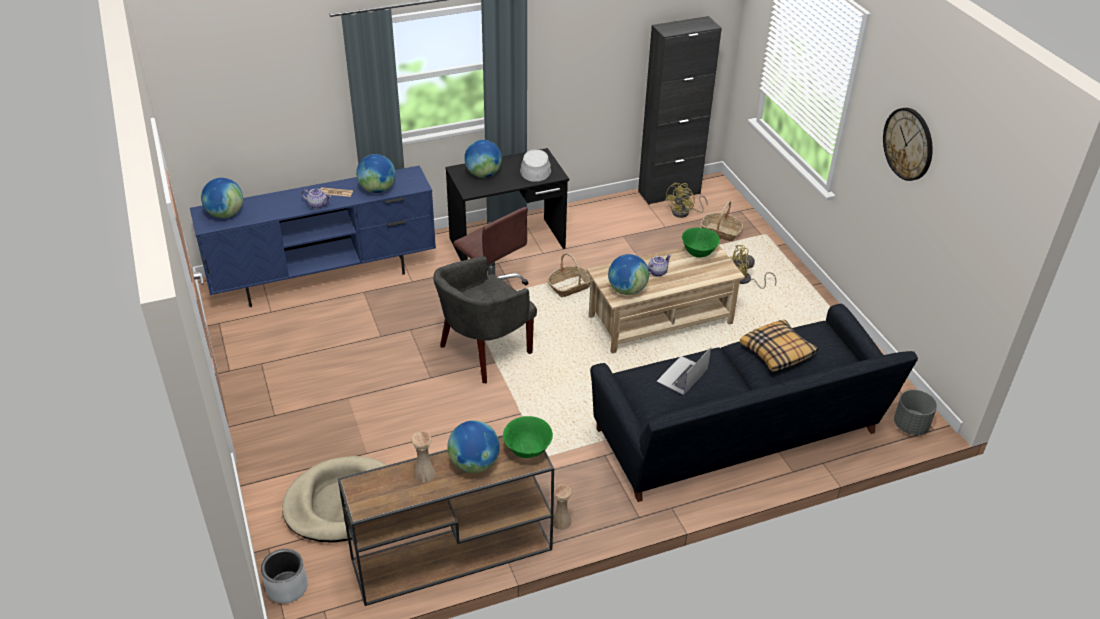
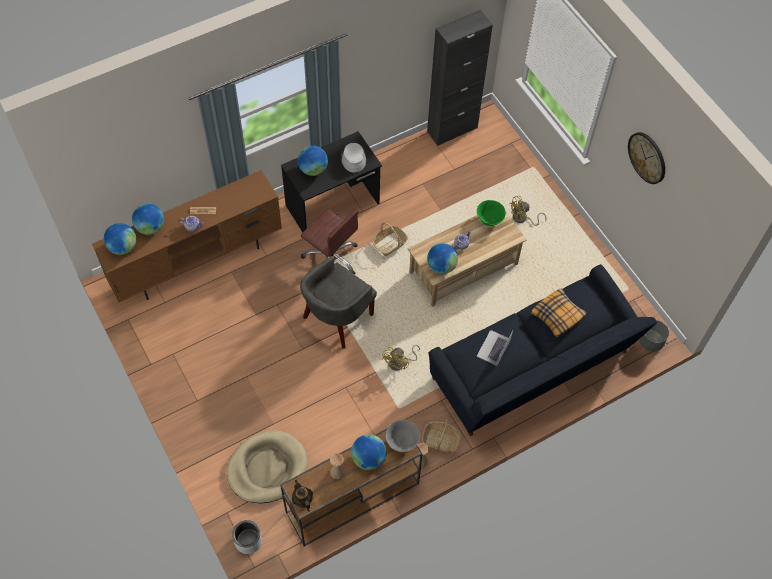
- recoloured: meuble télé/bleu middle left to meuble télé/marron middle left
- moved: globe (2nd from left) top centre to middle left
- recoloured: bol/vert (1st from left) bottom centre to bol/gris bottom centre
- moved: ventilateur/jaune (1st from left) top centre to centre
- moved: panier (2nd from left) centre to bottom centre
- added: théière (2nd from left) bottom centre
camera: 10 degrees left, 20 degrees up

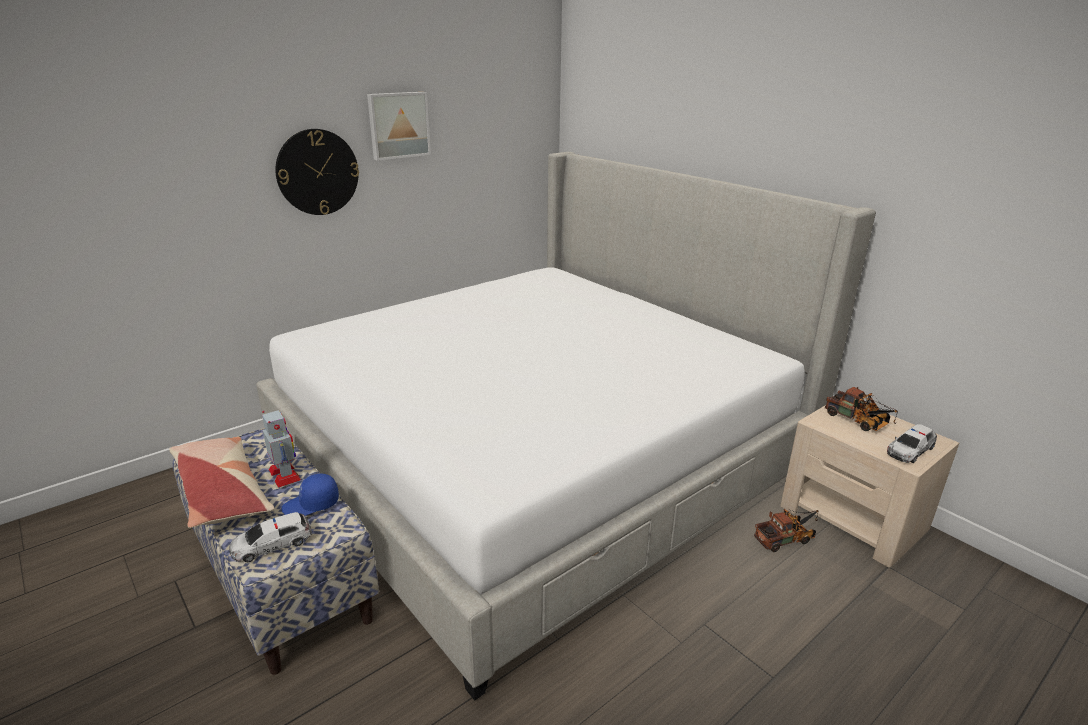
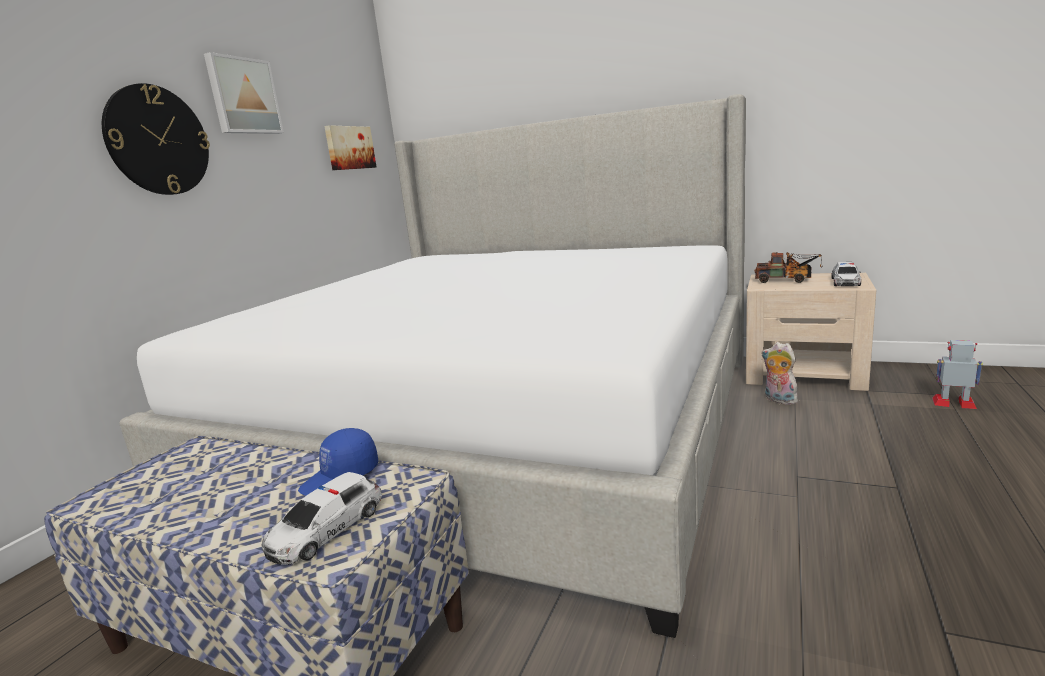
- removed: coussin middle left
- moved: robot jouet middle left to middle right
- replaced: camion jouet (1st from left) bottom right to peluche middle right
- added: tableau (2nd from left) top centre
camera: 25 degrees left, 10 degrees down

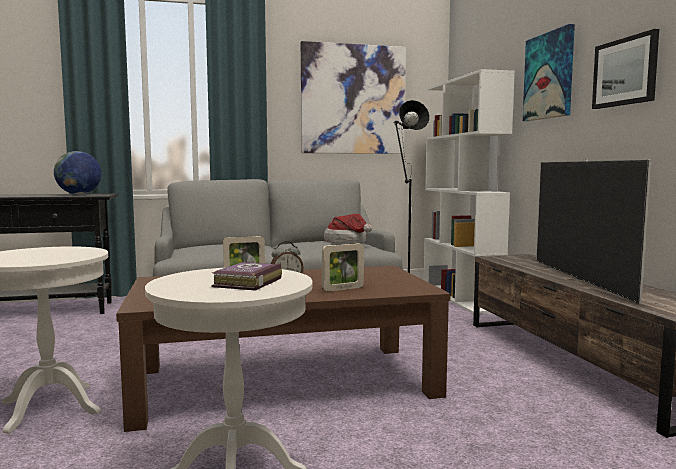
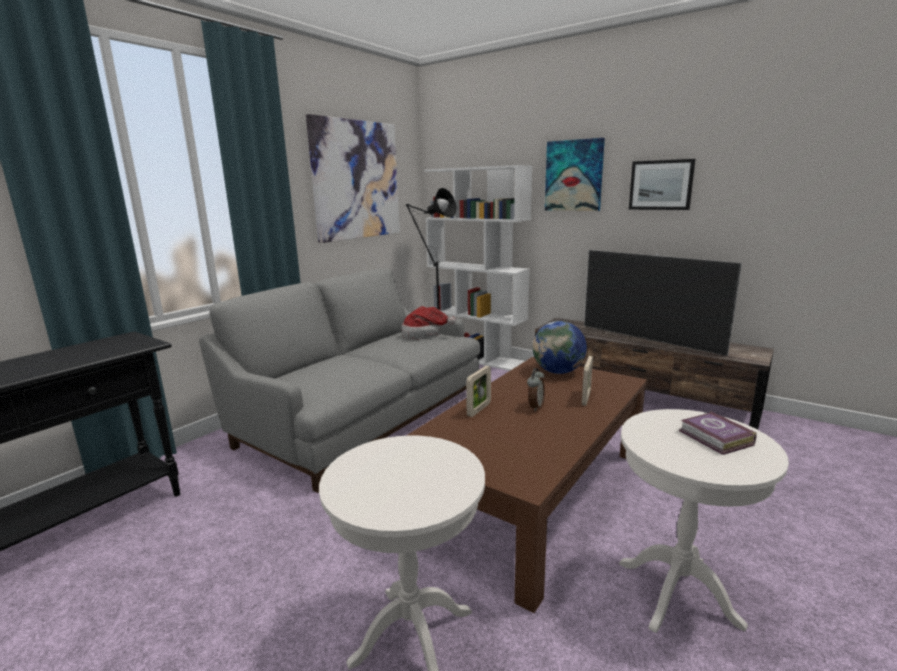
- moved: globe middle left to centre
camera: 40 degrees left, 10 degrees up

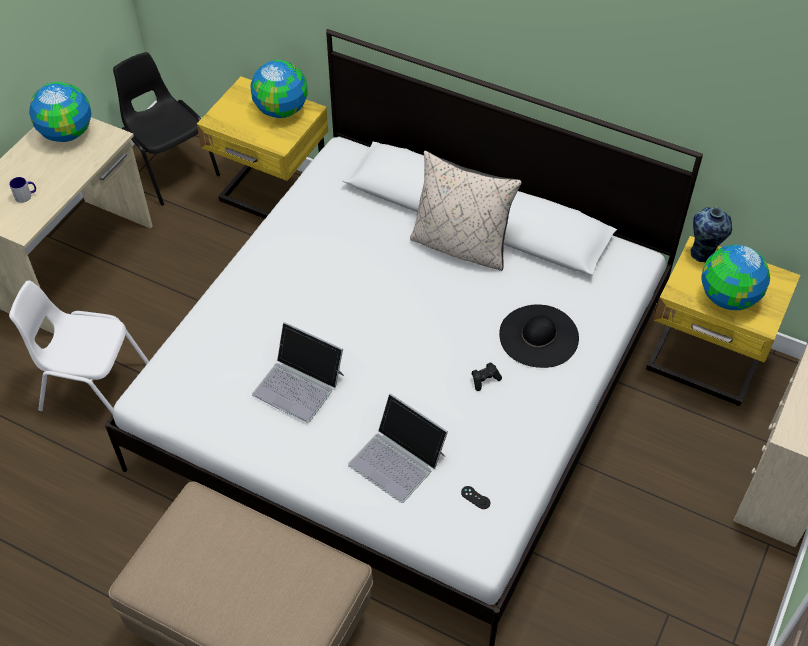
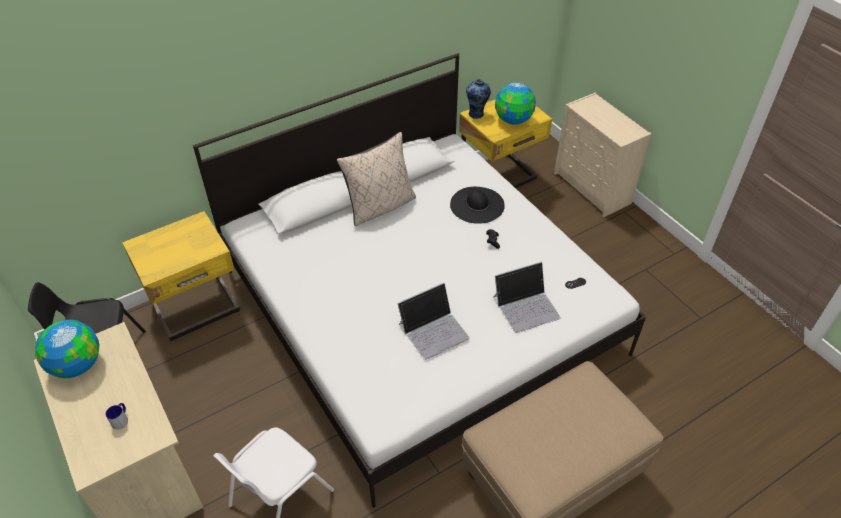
- removed: globe (2nd from left) top centre
camera: 60 degrees left, 5 degrees down

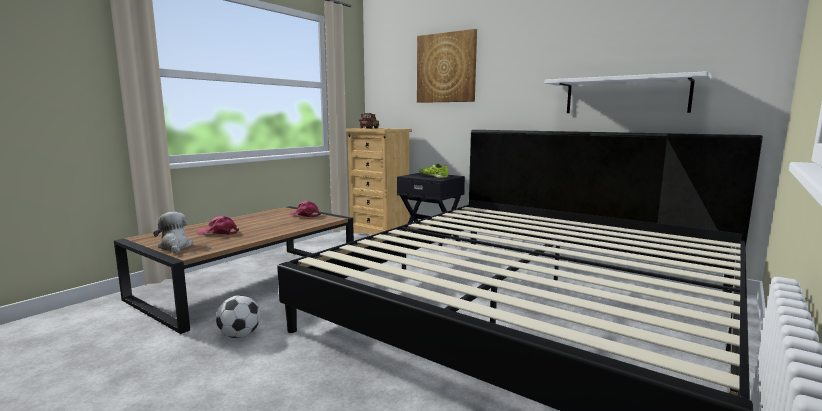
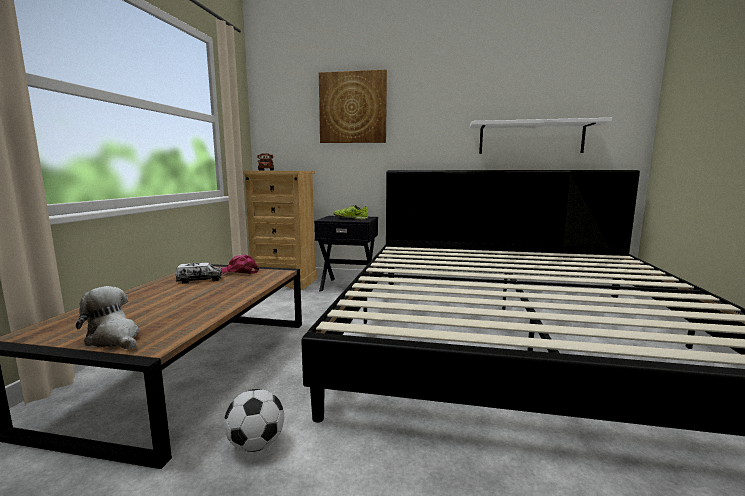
- removed: casquette/rose (1st from left) middle left
- added: camion jouet (1st from left) middle left
camera: 25 degrees left, 0 degrees up

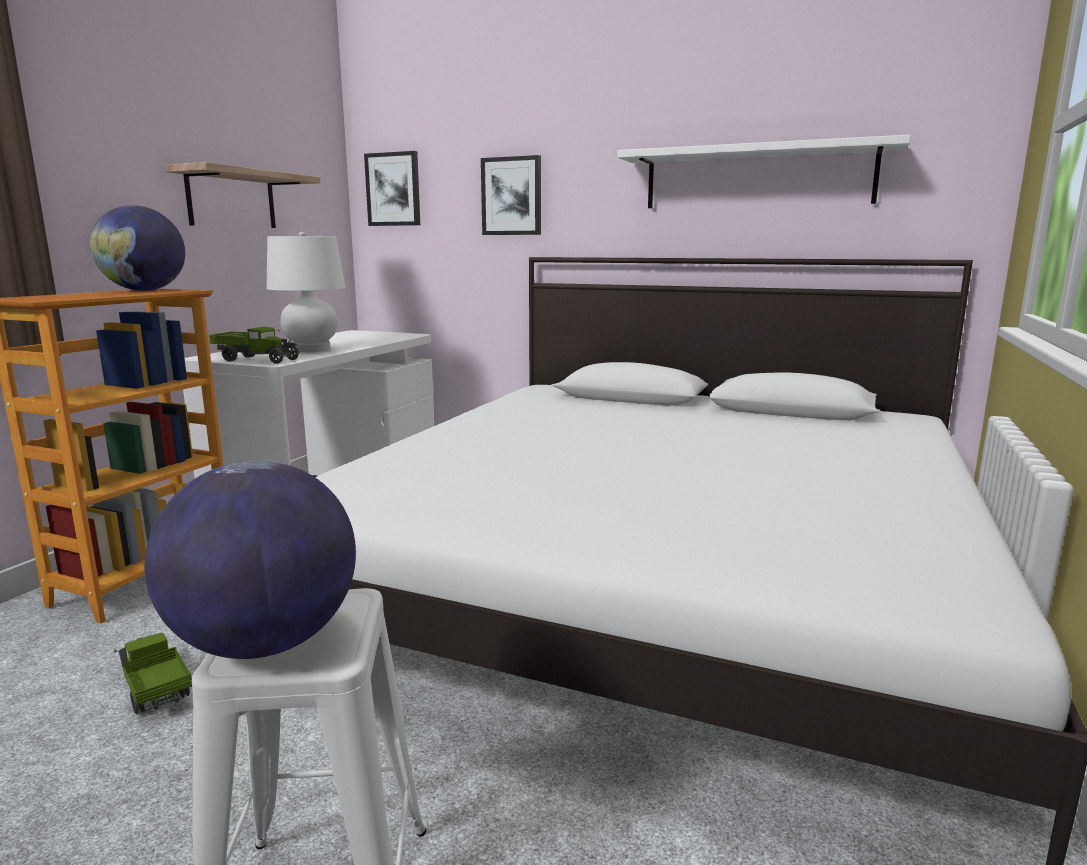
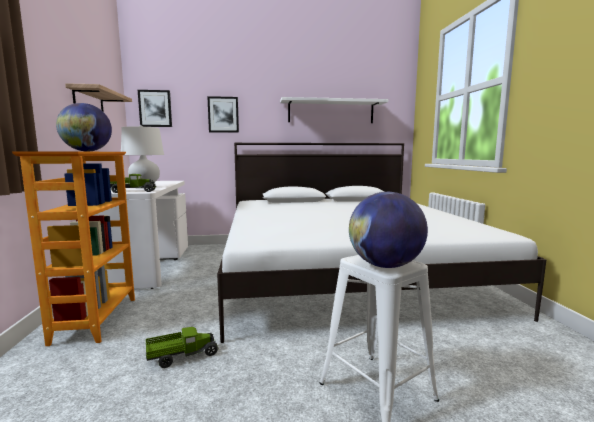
- turned: camion jouet (1st from left in the first image) bottom left = bottom left 135 degrees clockwise
camera: 30 degrees left, 5 degrees down

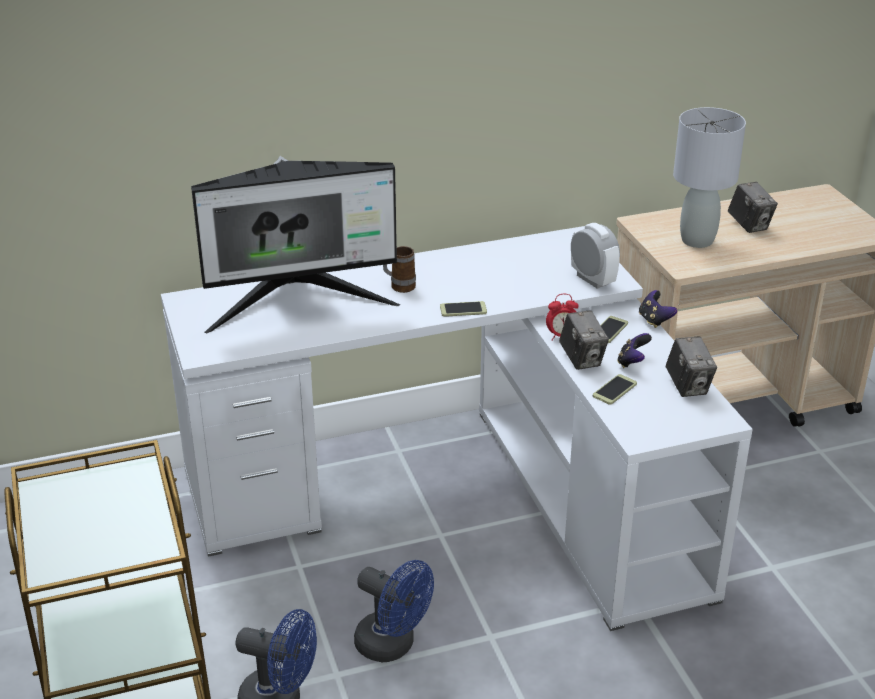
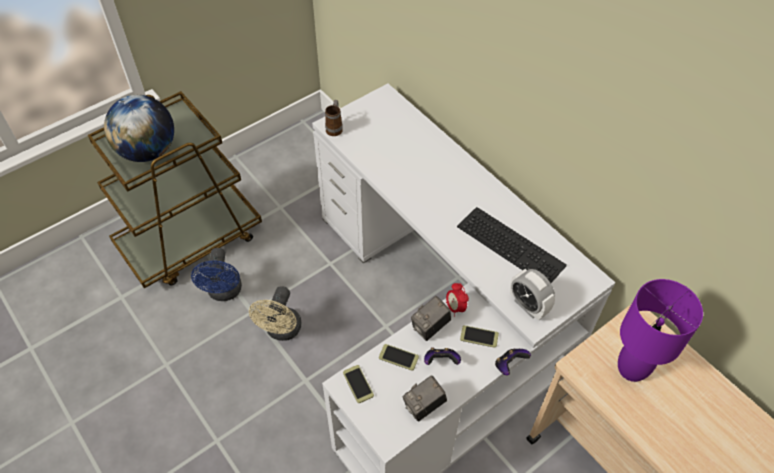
- removed: écran d'ordinateur centre
- recoloured: ventilateur/bleu (2nd from left) bottom centre to ventilateur/beige centre
- moved: mug centre to top centre
- moved: téléphone (1st from left) centre to bottom centre
- turned: réveil (2nd from left) middle right = middle right 105 degrees clockwise
- recoloured: lampe de table/gris top right to lampe de table/violet bottom right
- removed: appareil photo (3rd from left) top right
- added: globe top left
- added: clavier centre
camera: 70 degrees right, 20 degrees up

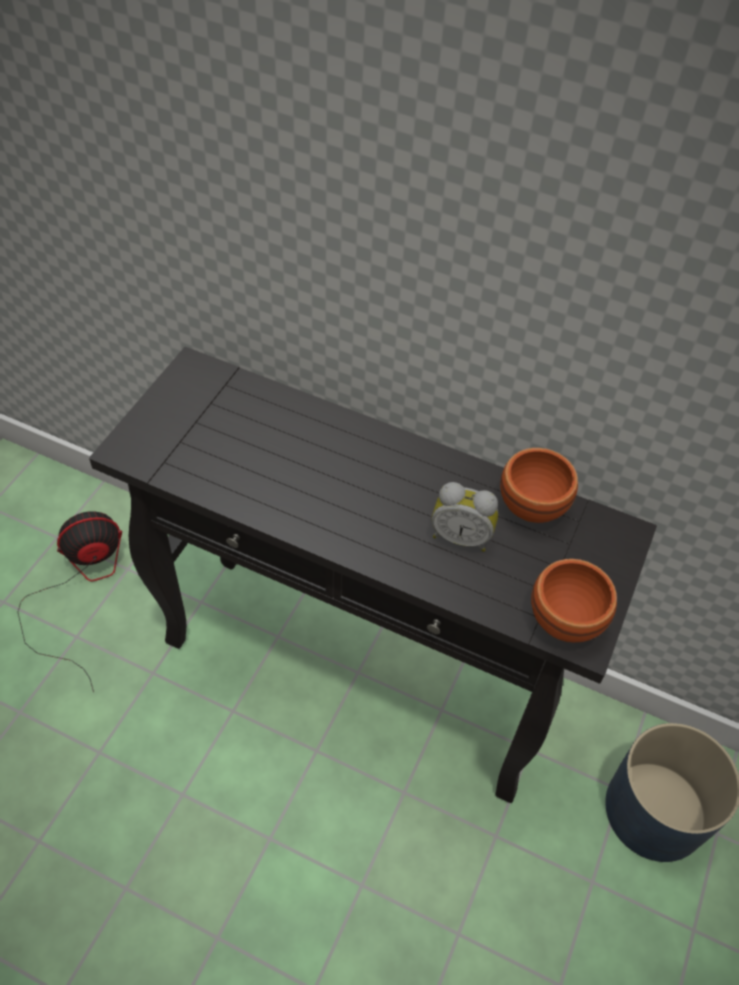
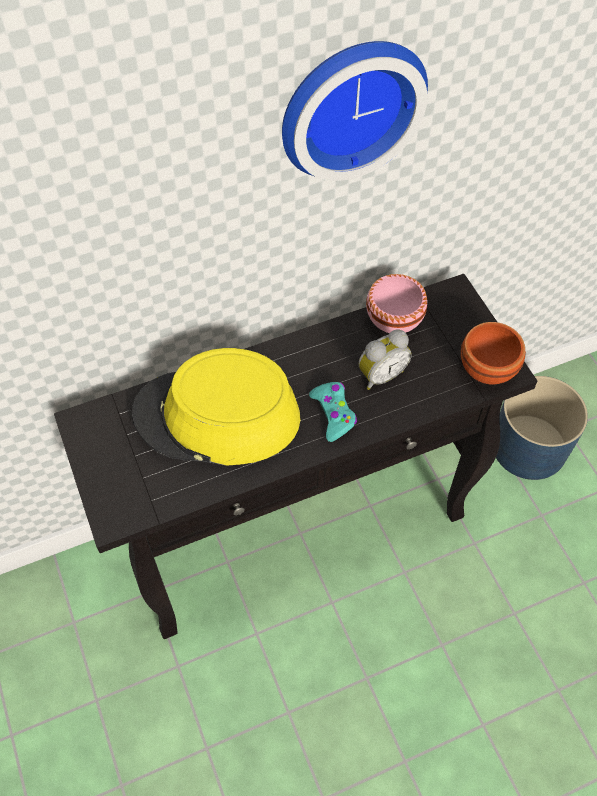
- removed: ventilateur middle left
- recoloured: bol/marron (1st from left) middle right to bol/rose centre
- added: chapeau/jaune centre
- added: horloge murale top centre
- added: manette/turquoise centre
camera: 45 degrees left, 5 degrees up

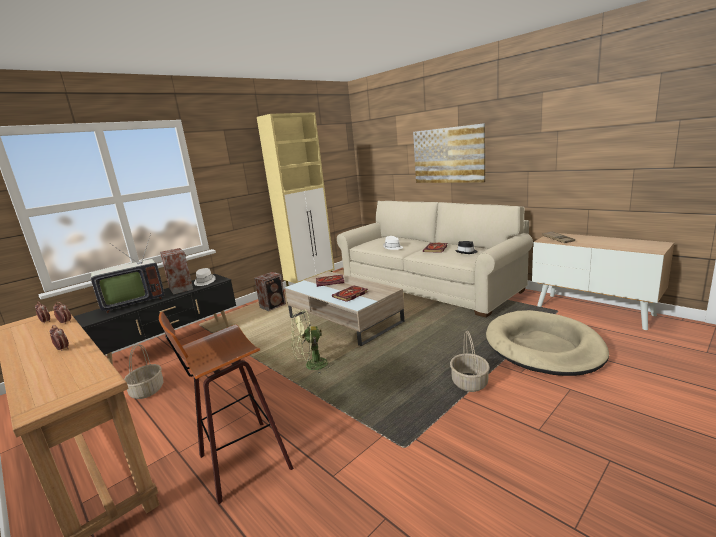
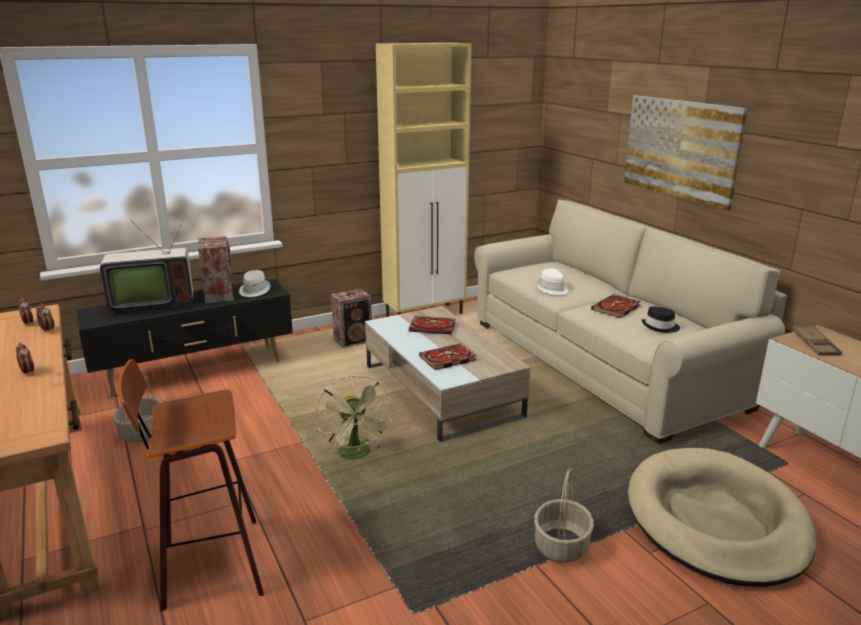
- turned: ventilateur/vert centre = bottom centre 105 degrees counterclockwise
camera: 15 degrees right, 5 degrees up

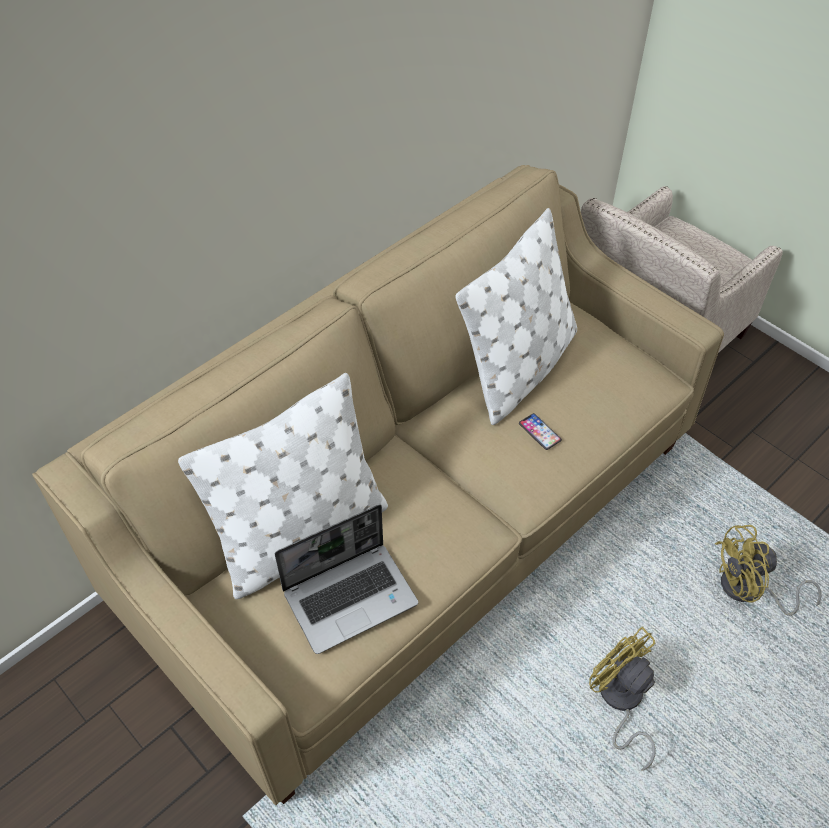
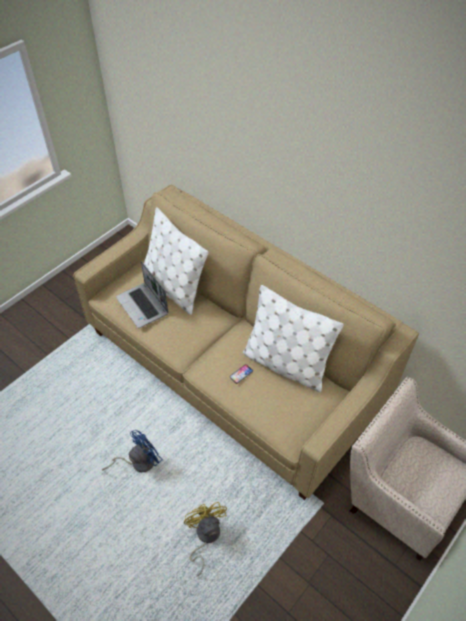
- recoloured: ventilateur/jaune (1st from left) bottom right to ventilateur/bleu bottom left
camera: 85 degrees right, 0 degrees up

